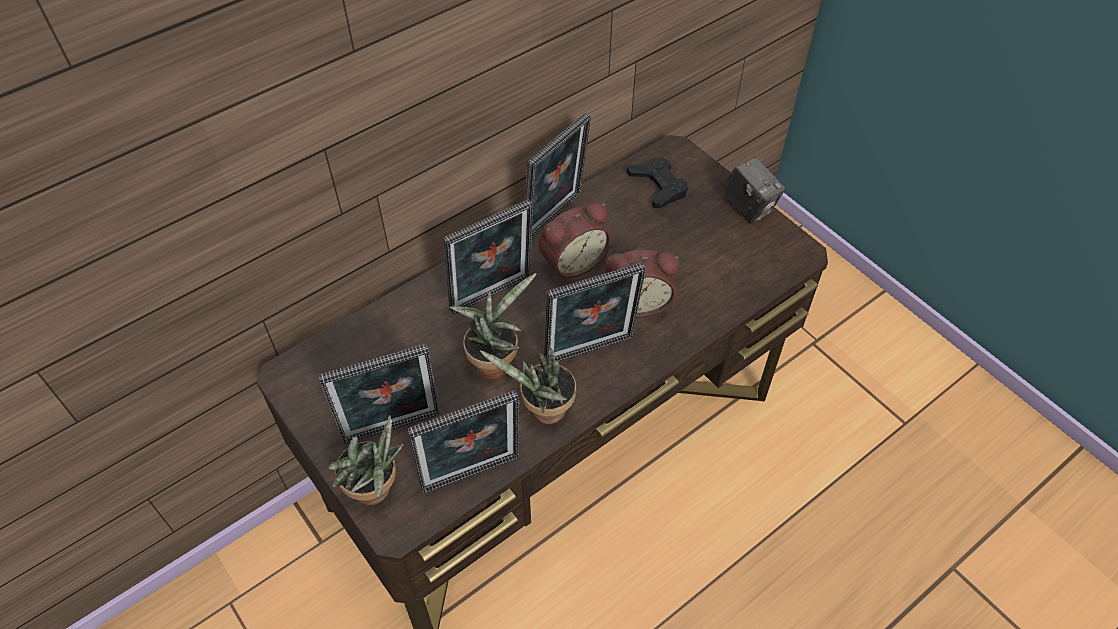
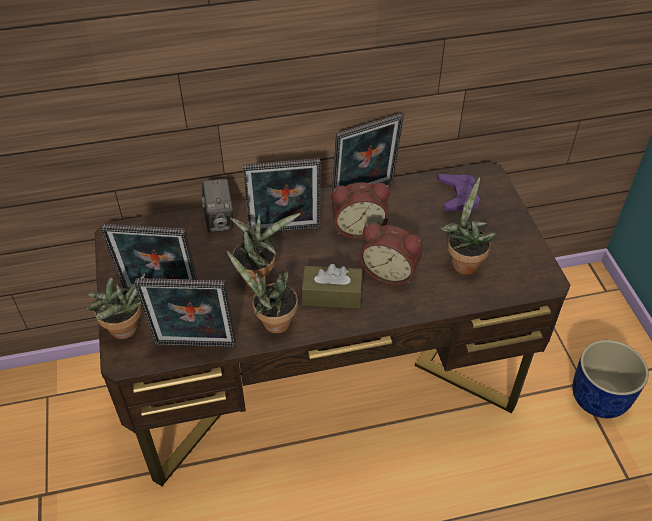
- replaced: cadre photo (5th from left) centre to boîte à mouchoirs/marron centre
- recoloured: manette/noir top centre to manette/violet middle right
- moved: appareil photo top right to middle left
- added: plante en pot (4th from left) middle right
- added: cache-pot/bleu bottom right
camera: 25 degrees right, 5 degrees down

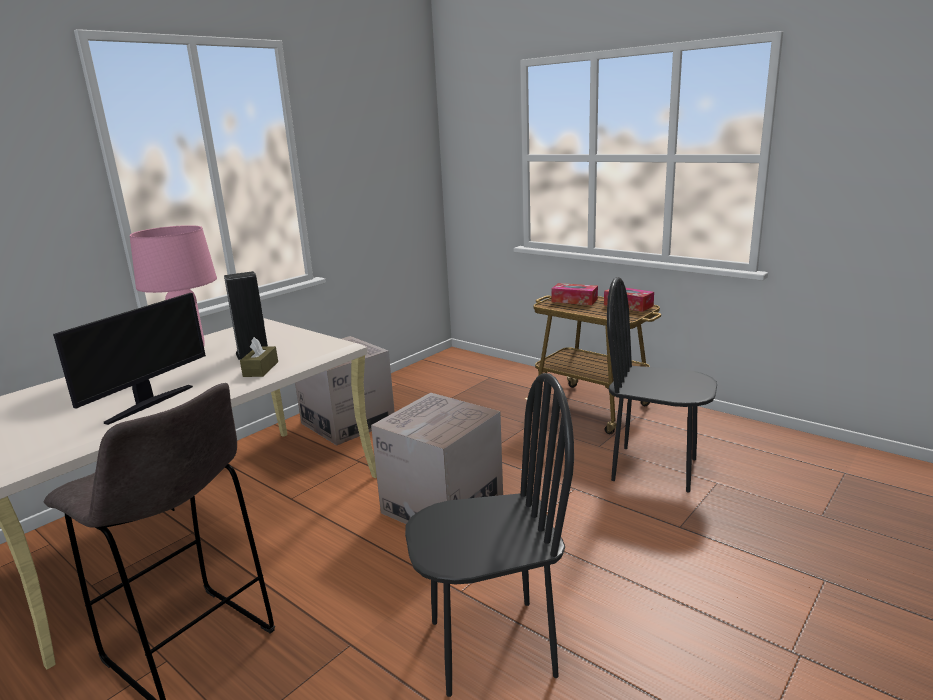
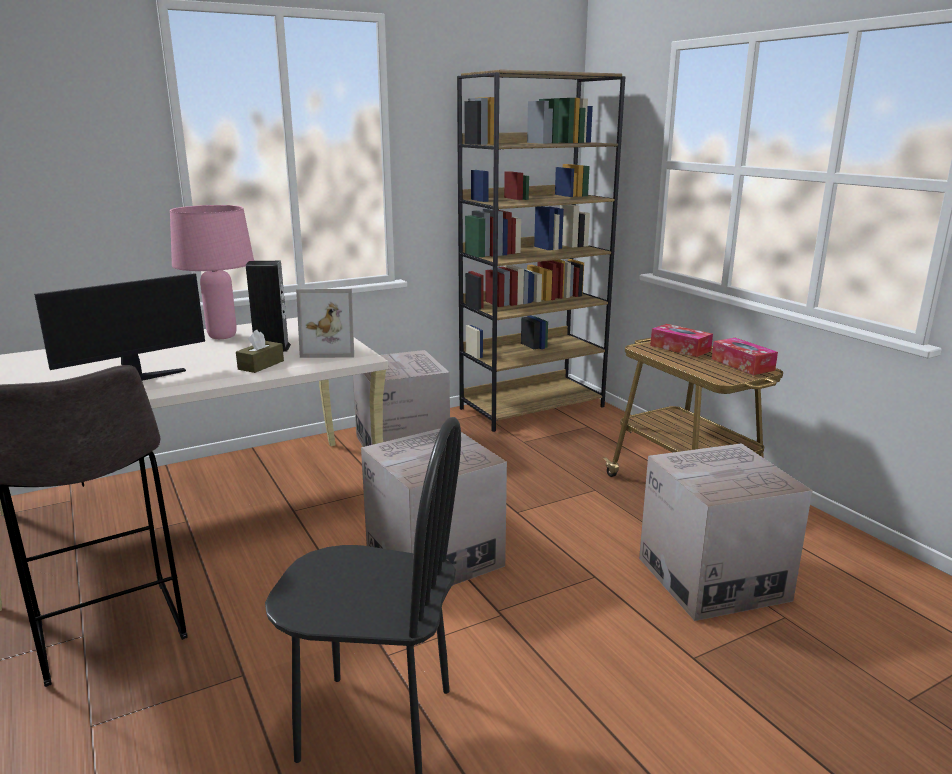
- replaced: chaise/noir (2nd from left) middle right to carton (3rd from left) bottom right
- added: cadre photo centre
- added: bibliothèque/marron top centre
camera: 20 degrees right, 0 degrees up

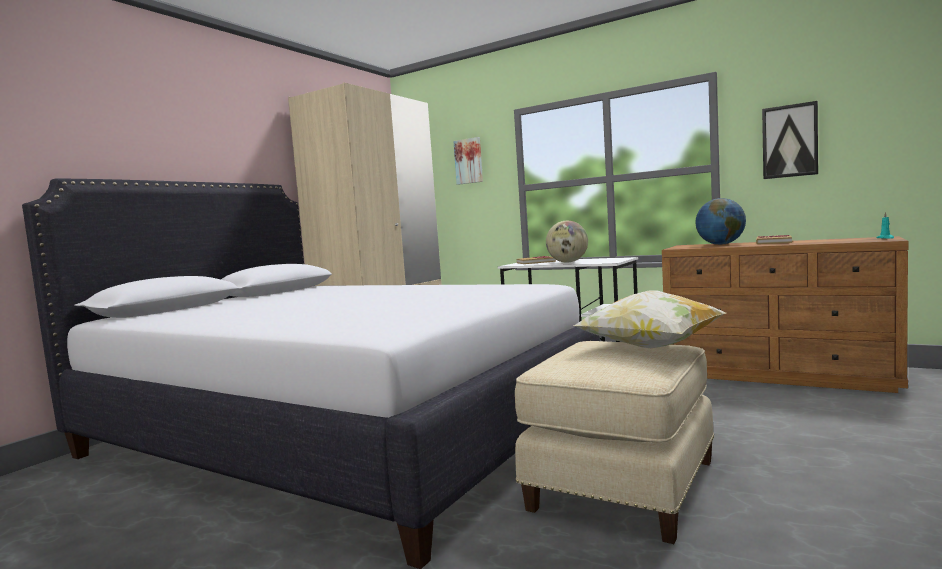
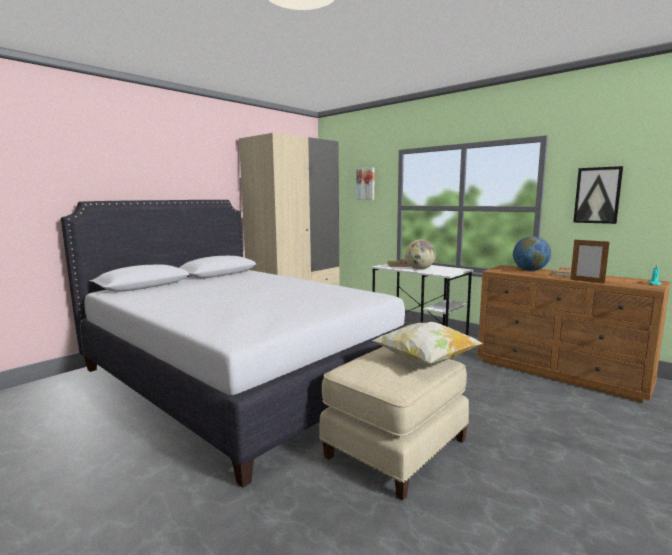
- added: cadre photo middle right
camera: 10 degrees right, 5 degrees up

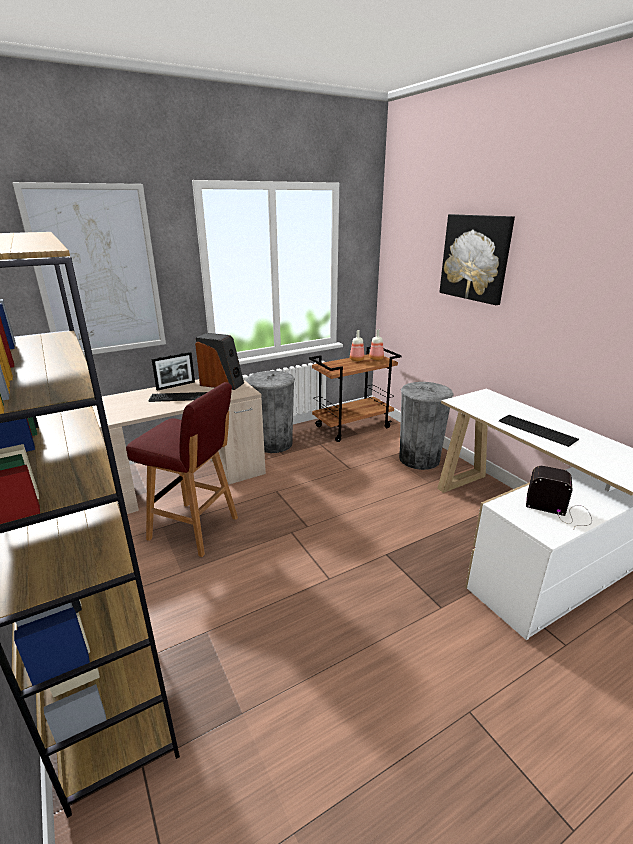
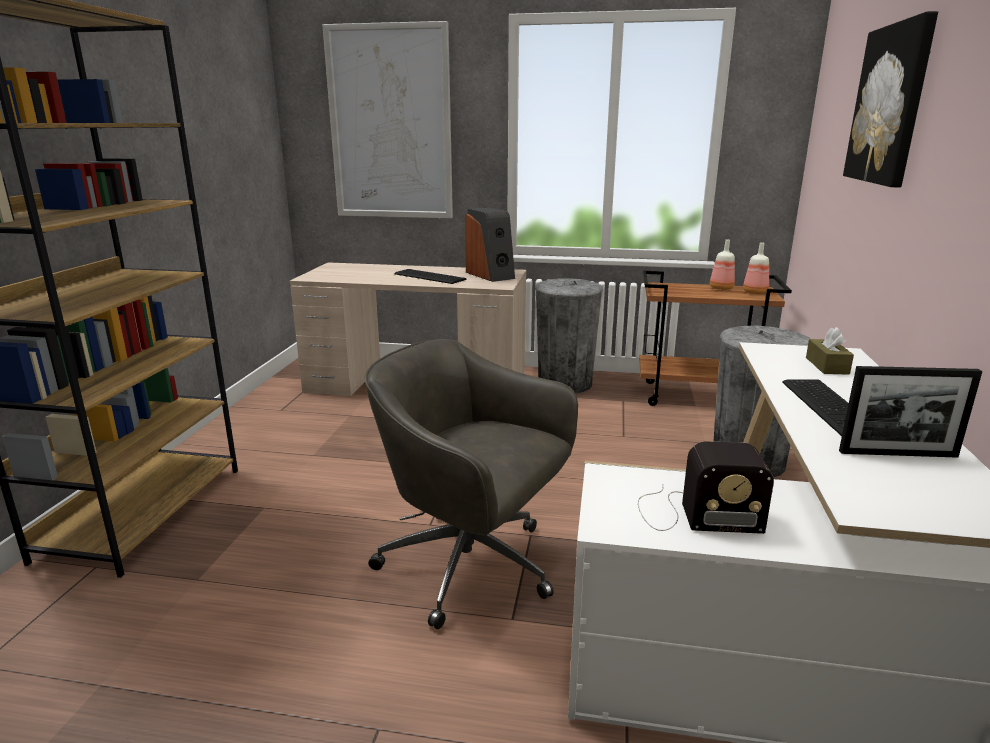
- removed: tabouret/rouge middle left
- moved: cadre photo middle left to middle right
- turned: radio middle right = middle right 120 degrees clockwise
- added: chaise de bureau/gris centre
- added: boîte à mouchoirs/marron middle right
camera: 40 degrees right, 5 degrees down

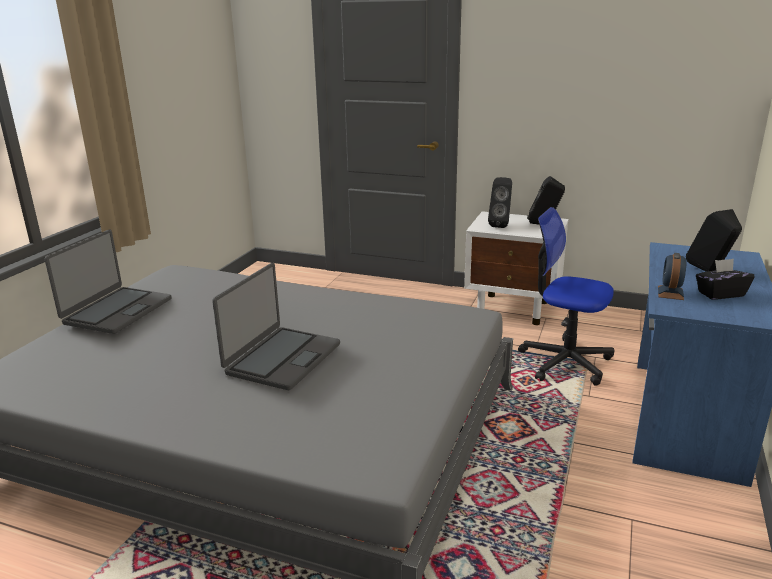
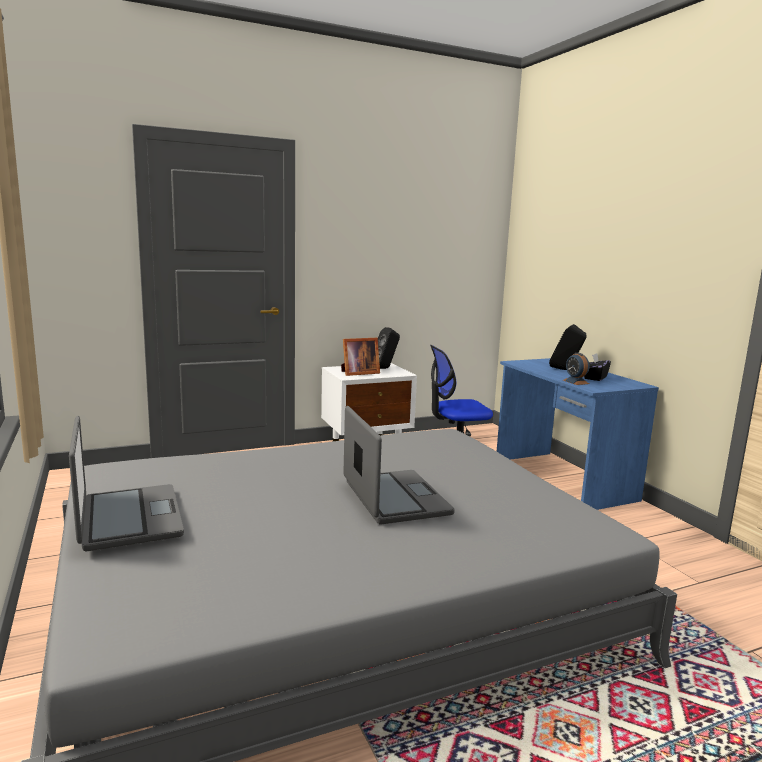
- replaced: enceinte/noir (1st from left) centre to cadre photo centre
camera: 45 degrees left, 10 degrees down

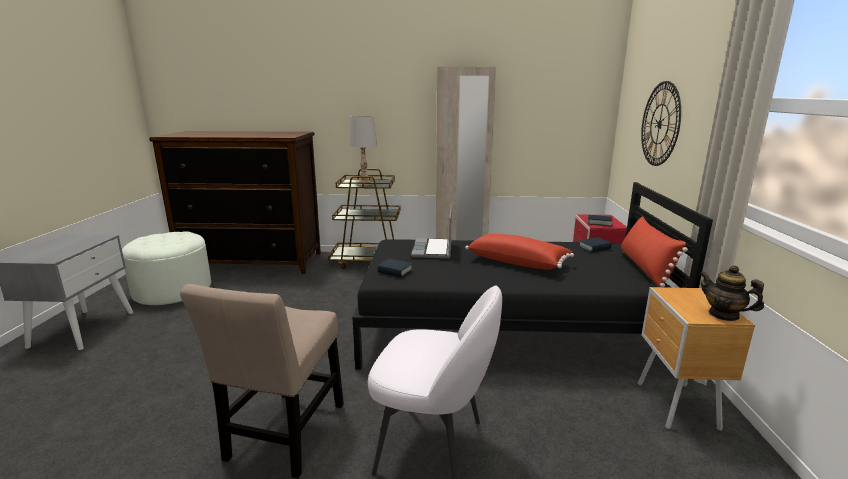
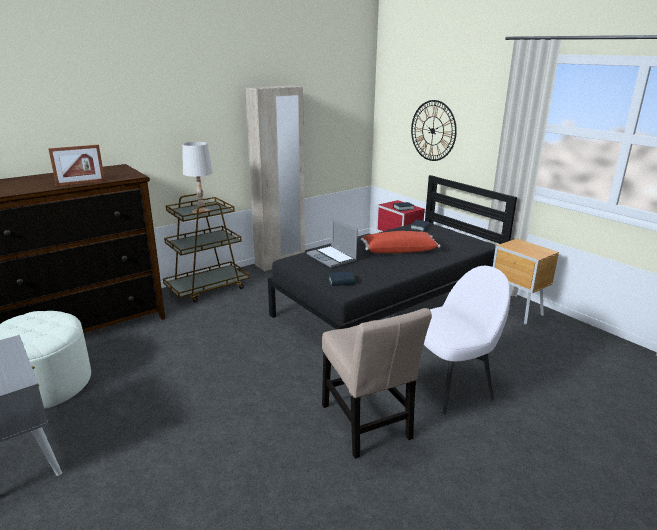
- removed: coussin/rouge (2nd from left) middle right
- removed: théière middle right
- added: cadre photo top left
camera: 40 degrees left, 5 degrees up

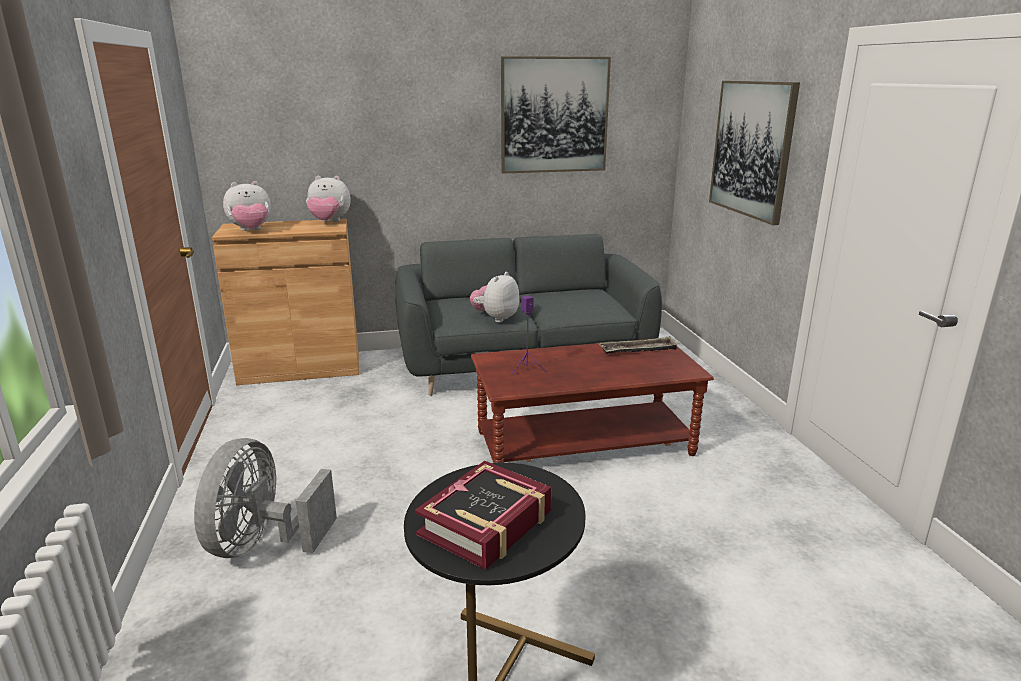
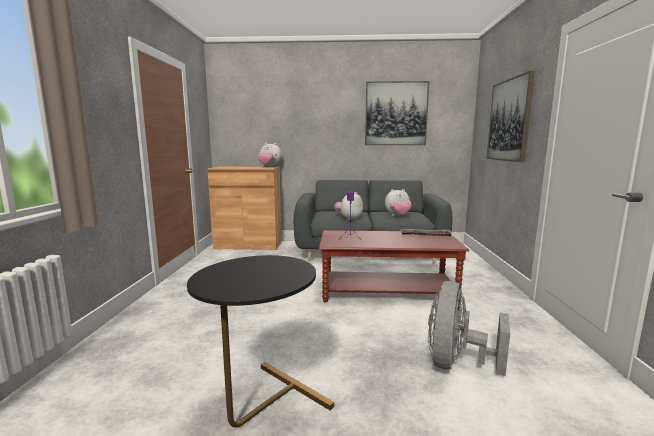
- moved: ventilateur/gris bottom left to bottom right
- moved: peluche (1st from left in the first image) top left to peluche (3rd from left) centre
- removed: livre bottom centre
camera: 15 degrees right, 10 degrees down

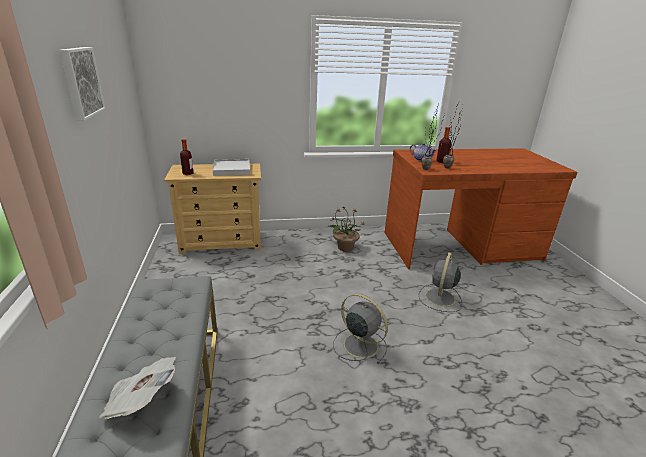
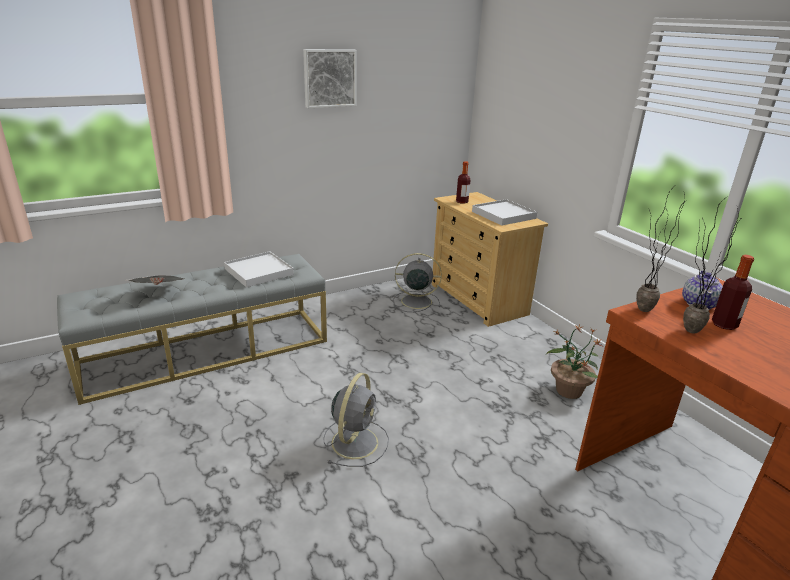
- moved: ventilateur/gris (2nd from left) middle right to centre
- added: plateau/blanc (1st from left) middle left
camera: 70 degrees right, 0 degrees up

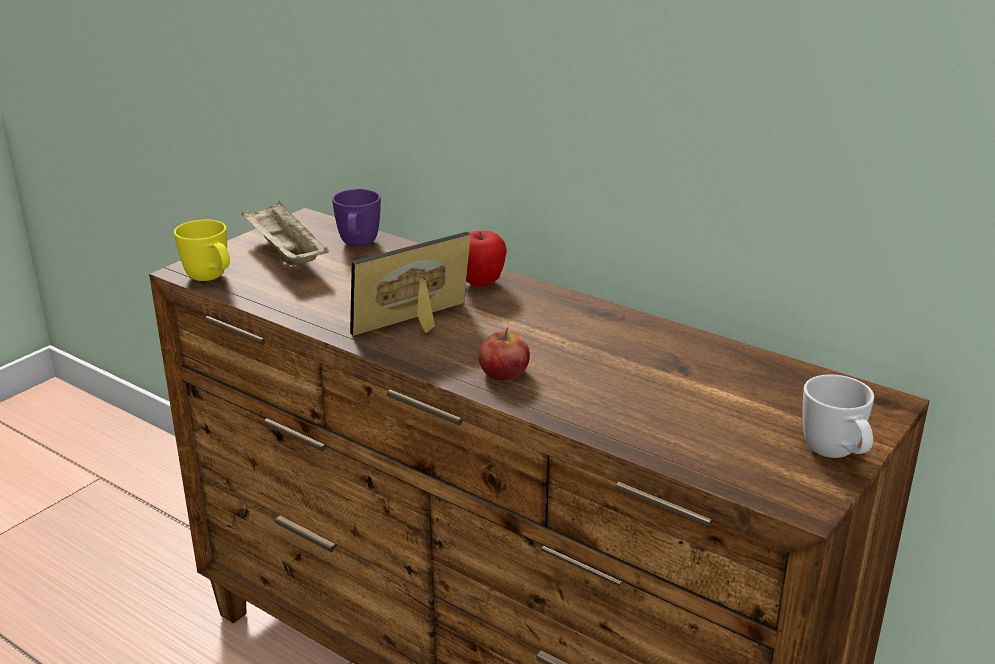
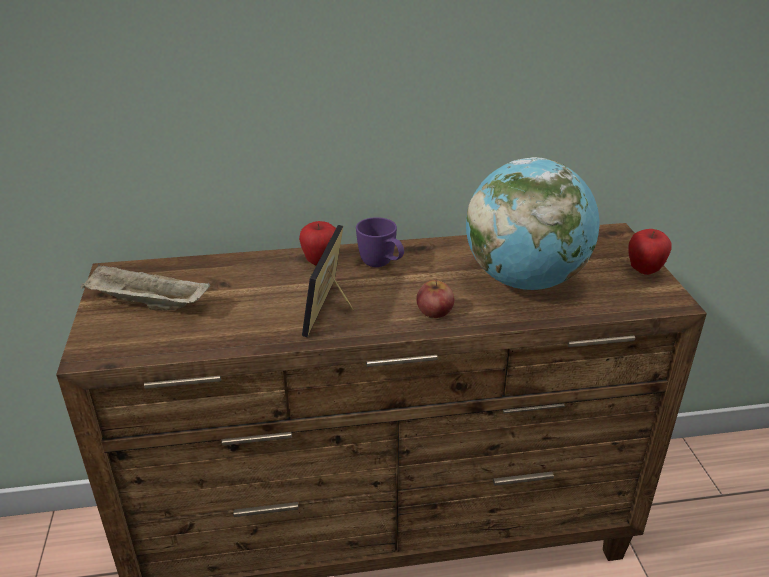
- removed: mug/jaune middle left
- moved: mug/violet top centre to centre
- replaced: mug/blanc middle right to pomme (3rd from left) middle right
- added: globe middle right
camera: 45 degrees left, 5 degrees up

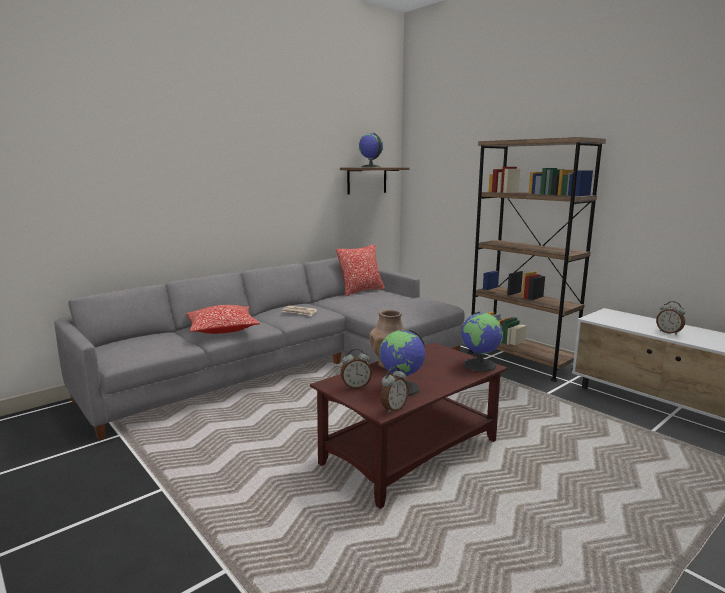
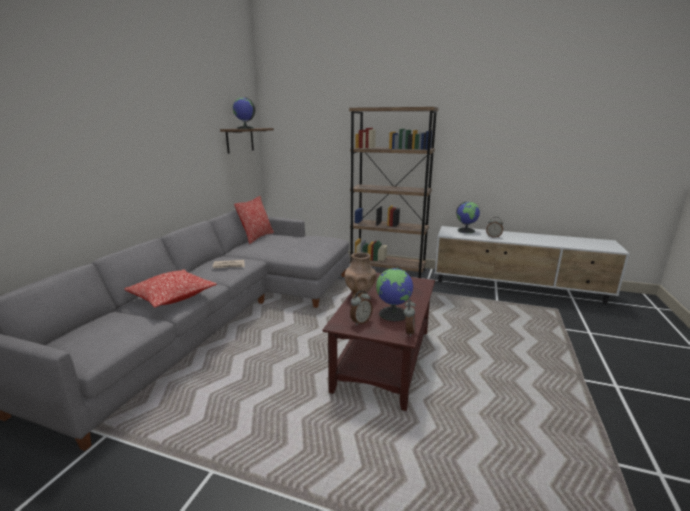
- moved: globe (3rd from left) centre to middle right
camera: 30 degrees left, 5 degrees up

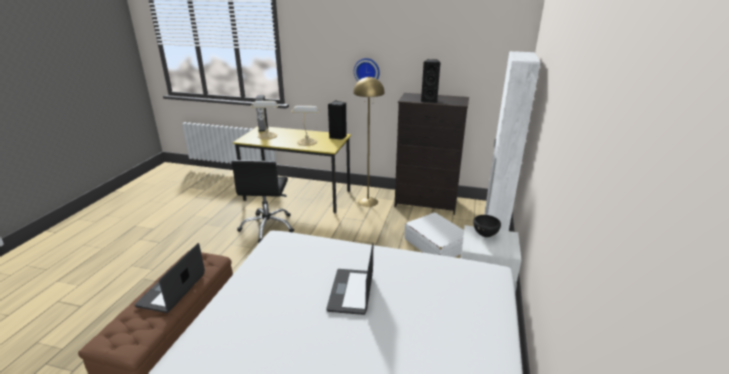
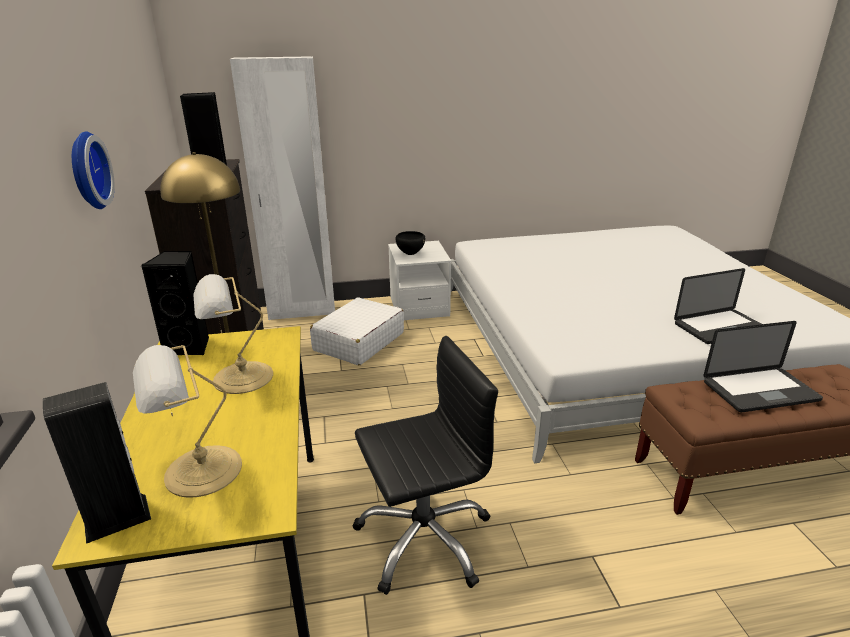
- moved: ordinateur portable (2nd from left in the first image) bottom centre to ordinateur portable (1st from left) middle right
camera: 115 degrees left, 0 degrees up

